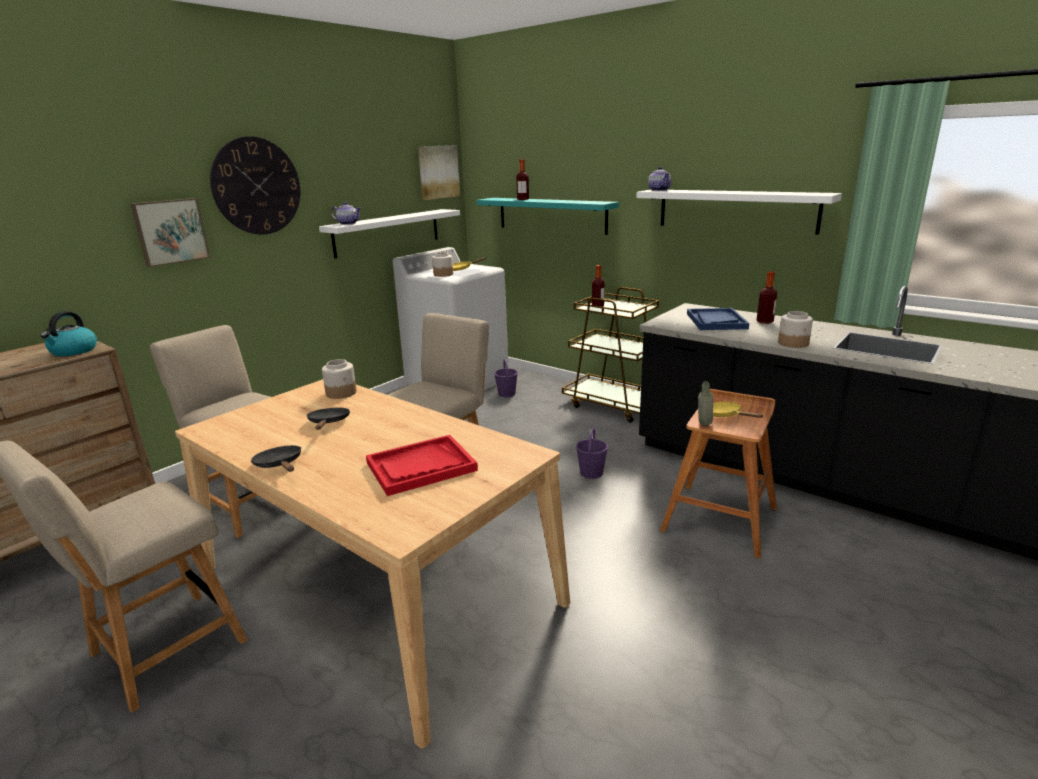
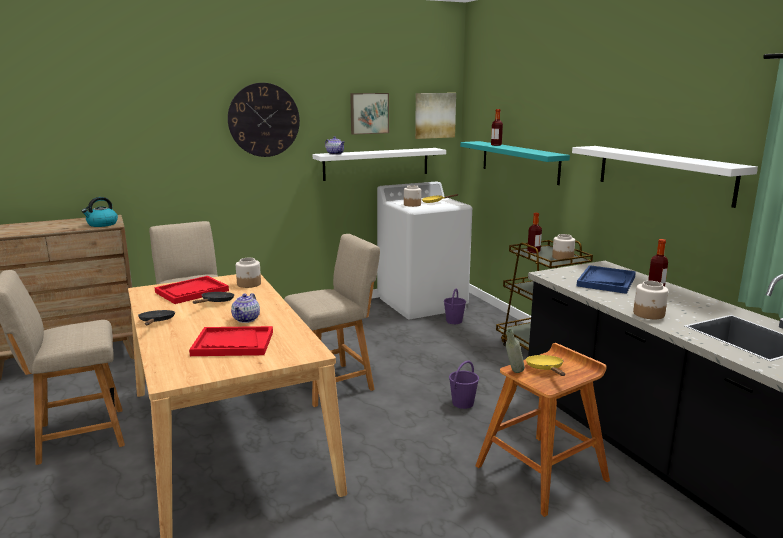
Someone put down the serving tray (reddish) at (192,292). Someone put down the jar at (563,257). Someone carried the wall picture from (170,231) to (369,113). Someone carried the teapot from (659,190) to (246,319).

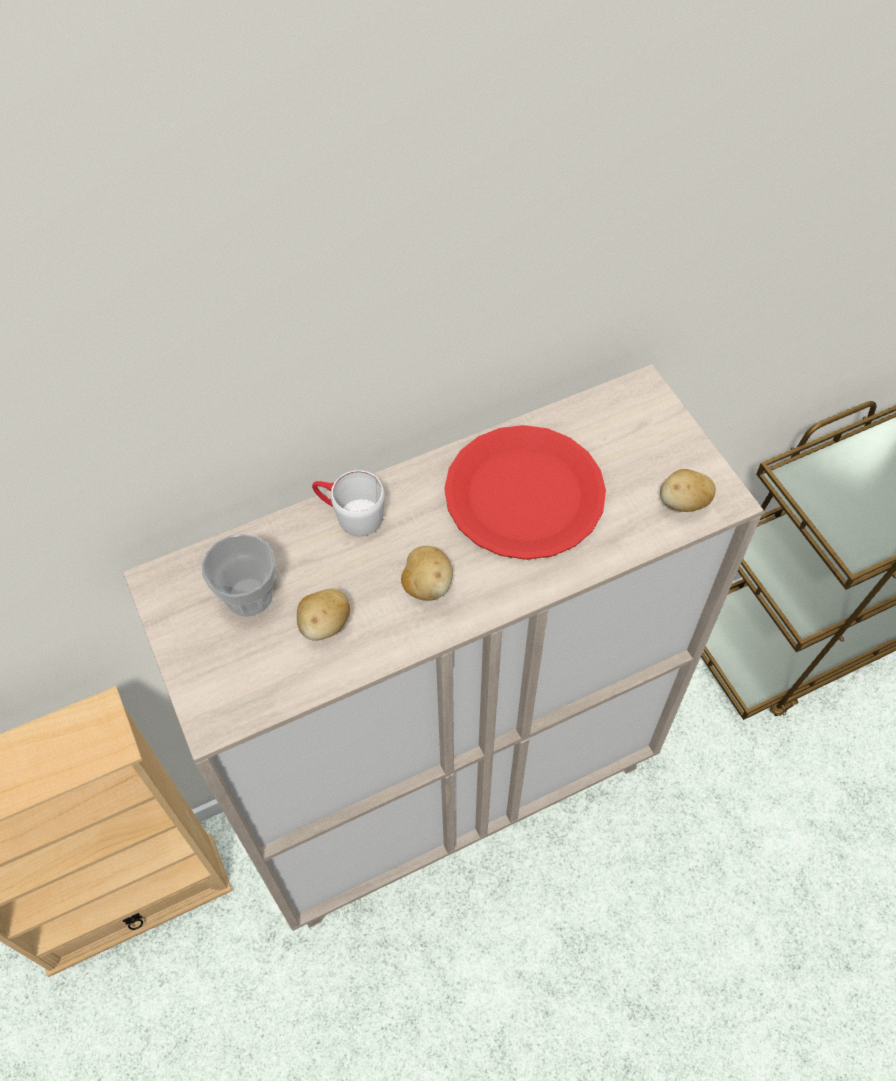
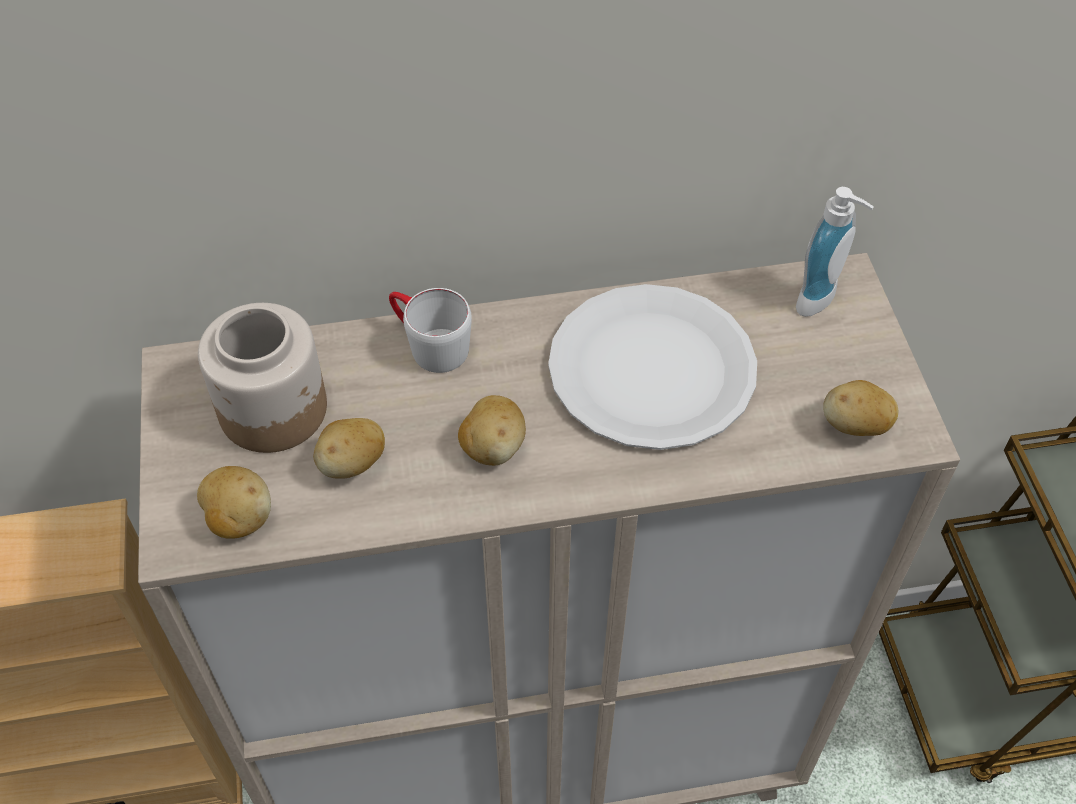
Someone put down the spud at (239,519). Someone put down the soap bottle at (822,301). Someone swapped the drinking cup at (248,596) for the jar at (274,409). Someone repainted the plate (reddish) at (524,494), which became the plate (whitish) at (651,369).

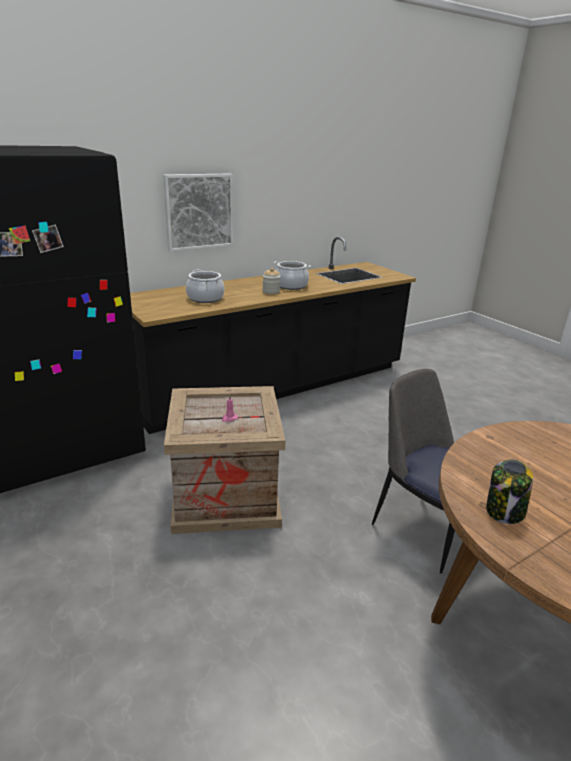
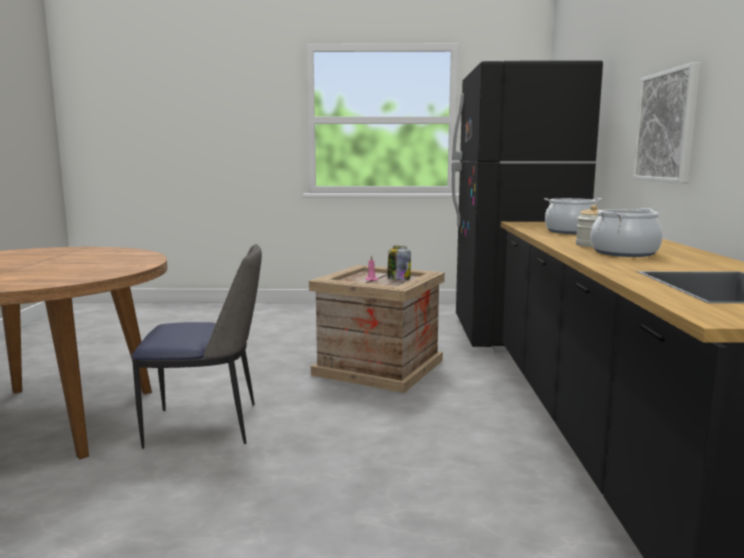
Someone carried the jar from (504,511) to (398,279).

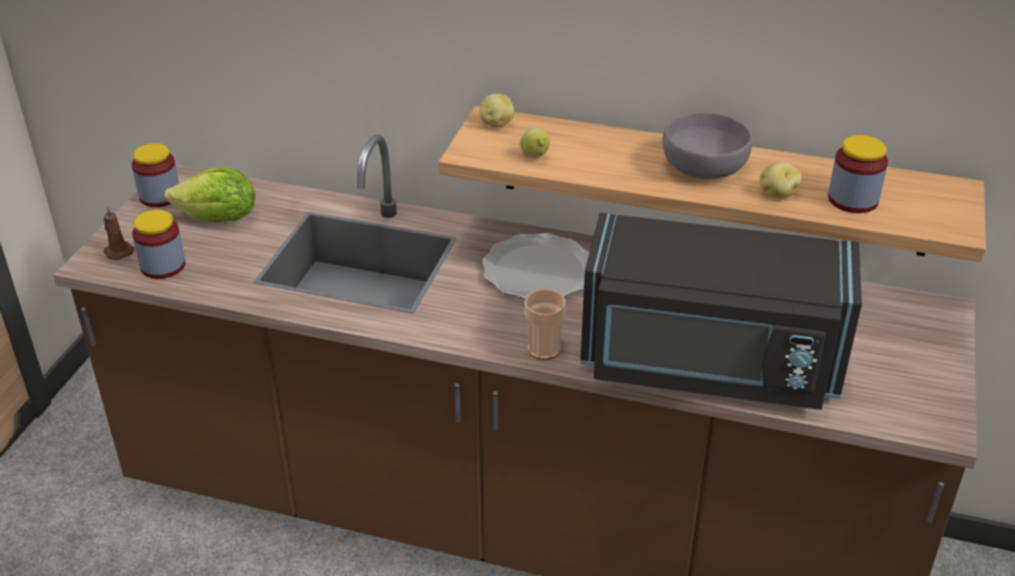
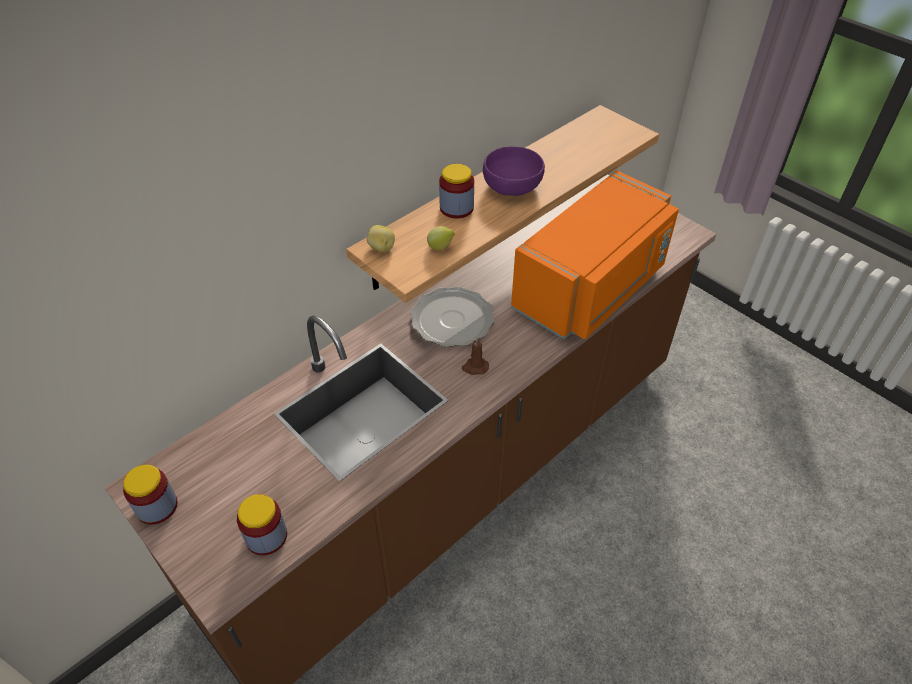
Someone took away the lettuce head at (219,219). Someone took away the drinking cup at (544,350). Someone took away the spud at (777,194). Someone carried the wax candle (brownish) from (118,251) to (475,367). Someone carried the jar from (853,200) to (456,208). Someone repainted the microwave oven (blackish) at (709,365), which became the microwave oven (orange) at (592,288). Someone repainted the serving bowl (gray) at (705,168), which became the serving bowl (purple) at (513,186).

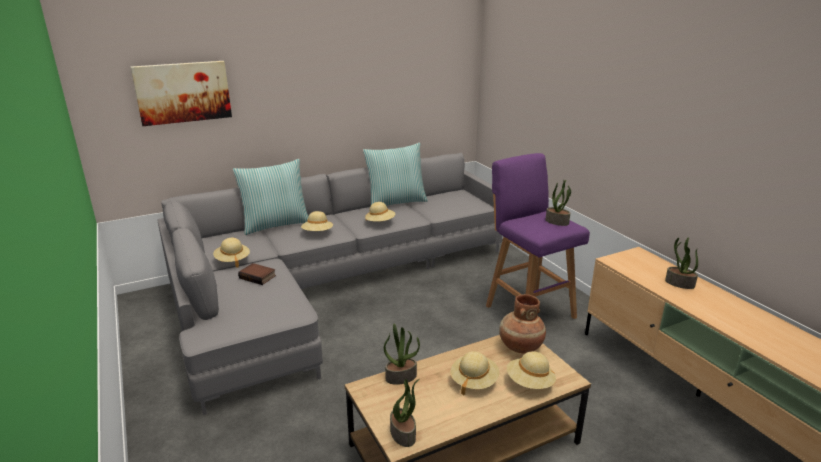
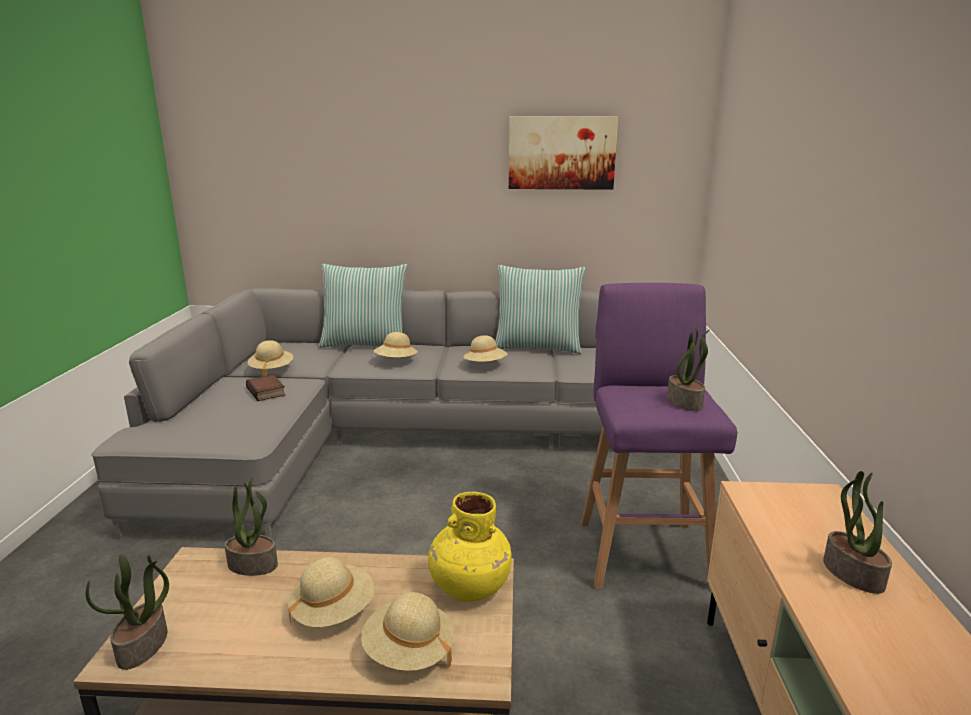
Someone carried the wall picture from (183,92) to (561,153). Someone repainted the flower vase (brownish) at (520,346), which became the flower vase (yellowish) at (469,587).

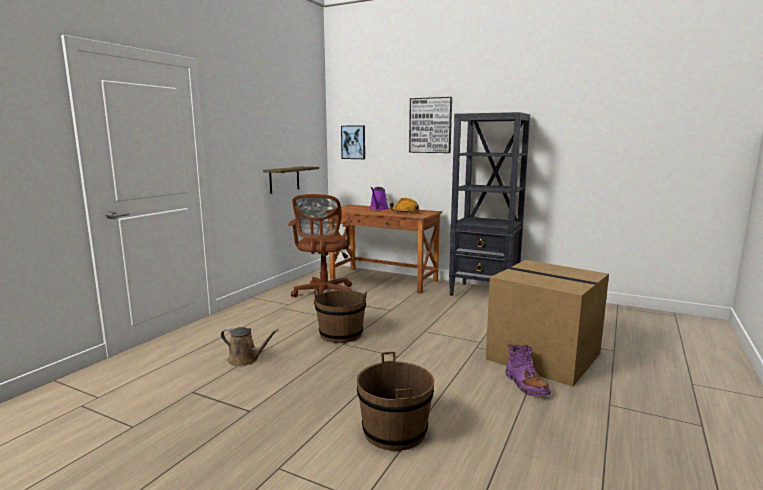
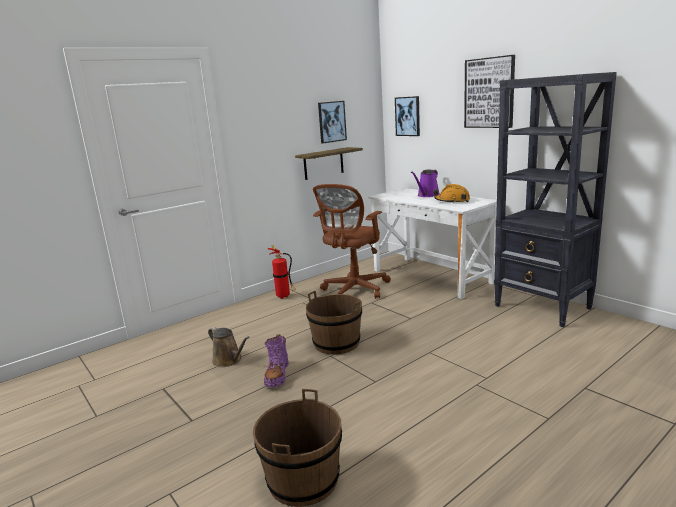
Someone took away the cardboard box at (541,356). Someone put down the fire extinguisher at (284,297). Someone put up the wall picture at (331,121). Someone carried the high-top boot (purple) from (525,385) to (277,375). Someone repainted the desk table (brownish) at (384,280), which became the desk table (whitish) at (431,276).

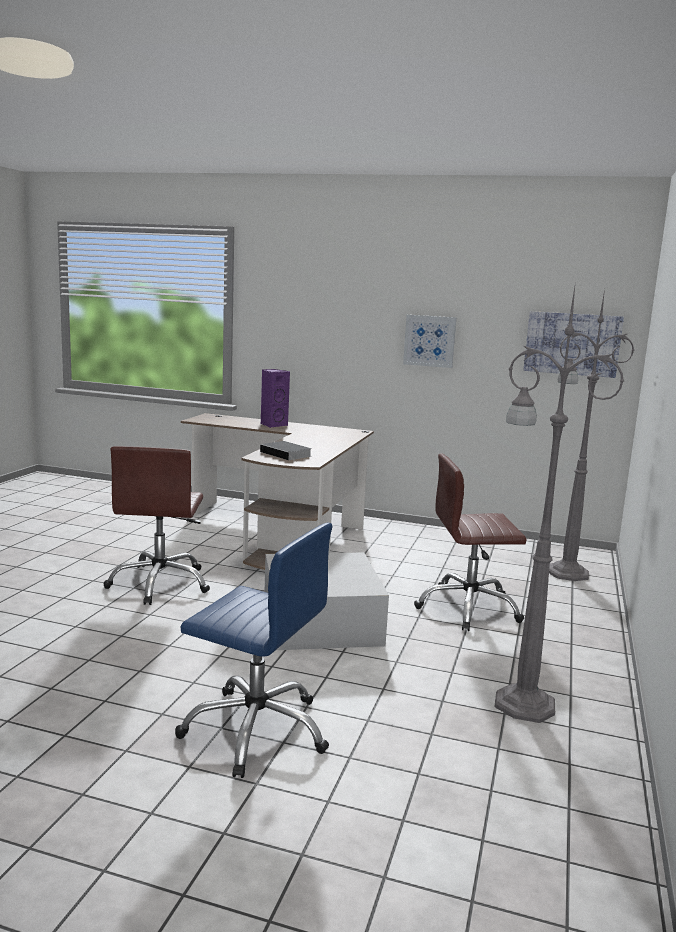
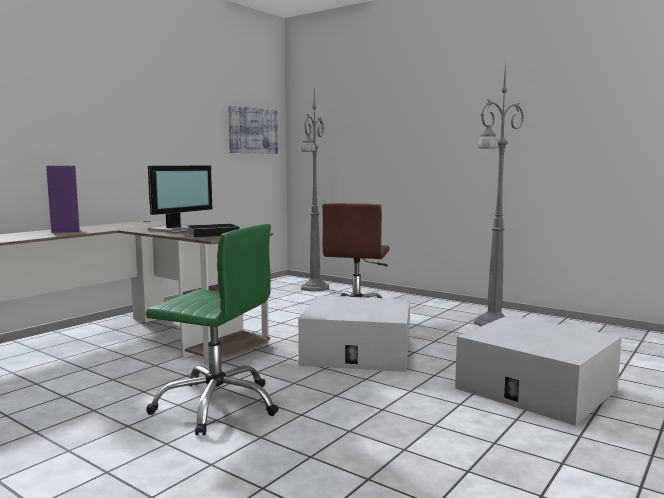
Someone took away the wall picture at (429,341). Someone put down the monitor at (175,229). Someone swapped the office chair (blue) at (256,730) for the storage box (whitish) at (536,388). Someone repainted the office chair (brownish) at (160,583), which became the office chair (green) at (217,405).

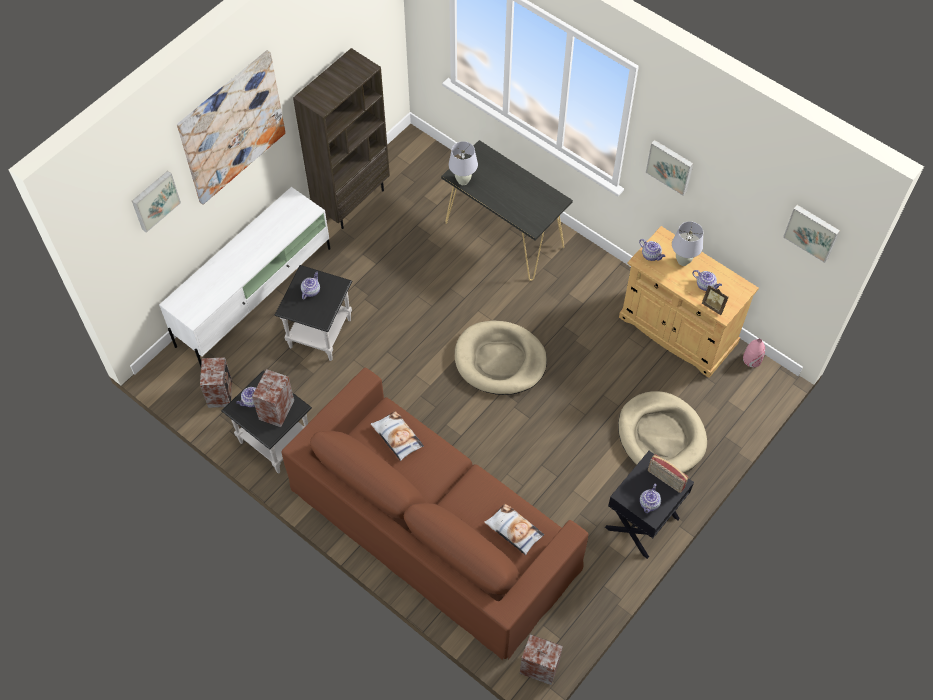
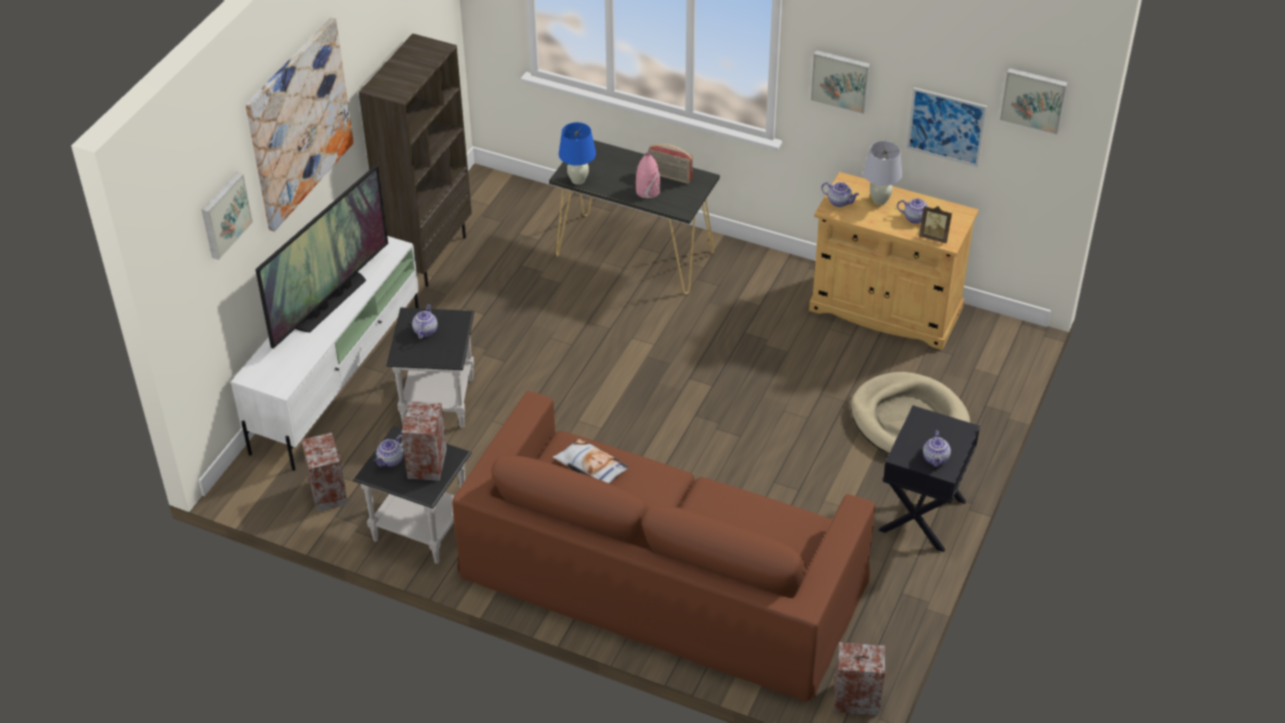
Someone took away the pet bed (beige) at (500,360). Someone took away the throw pillow at (513,531). Someone put down the TV set at (330,302). Someone put up the wall picture at (946,127). Someone carried the radio receiver from (665,479) to (669,176). Someone carried the flower vase (pink) from (752,359) to (647,191). Someone repainted the tabletop lamp (whitish) at (463,181), which became the tabletop lamp (blue) at (578,180).

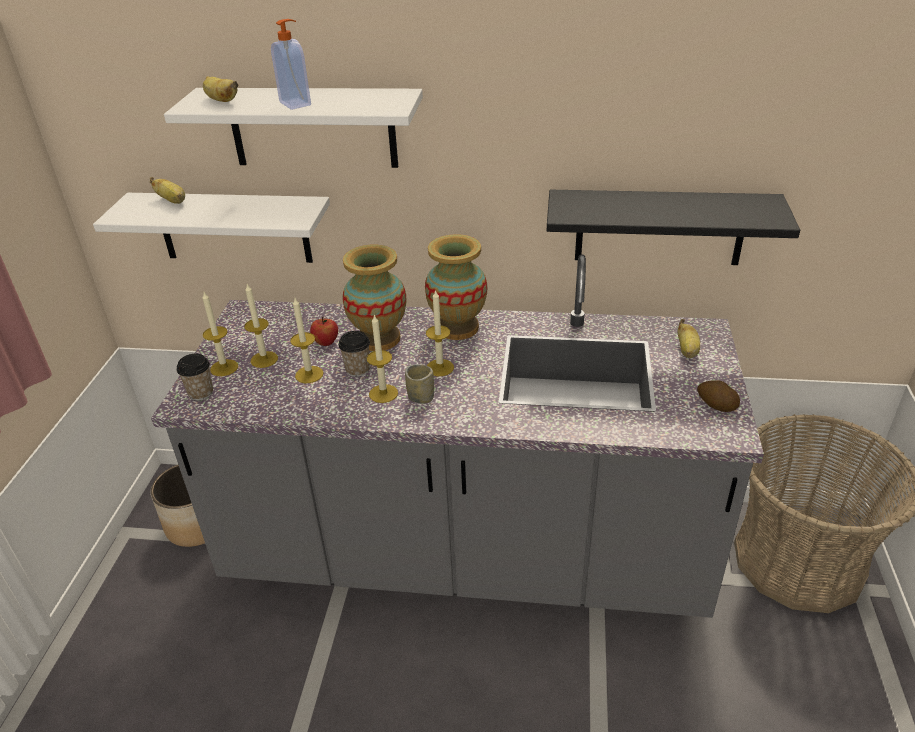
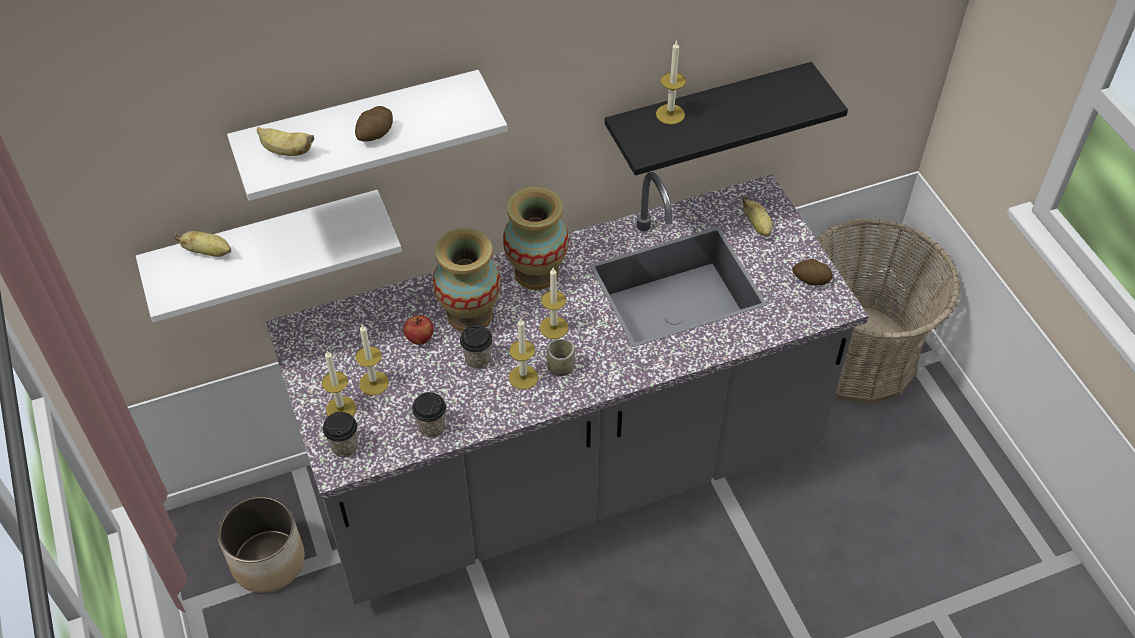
Someone put down the drinking cup at (432,427). Someone carried the wax candle from (309,374) to (670,114). Someone swapped the soap bottle at (296,103) for the spud at (375,135).

